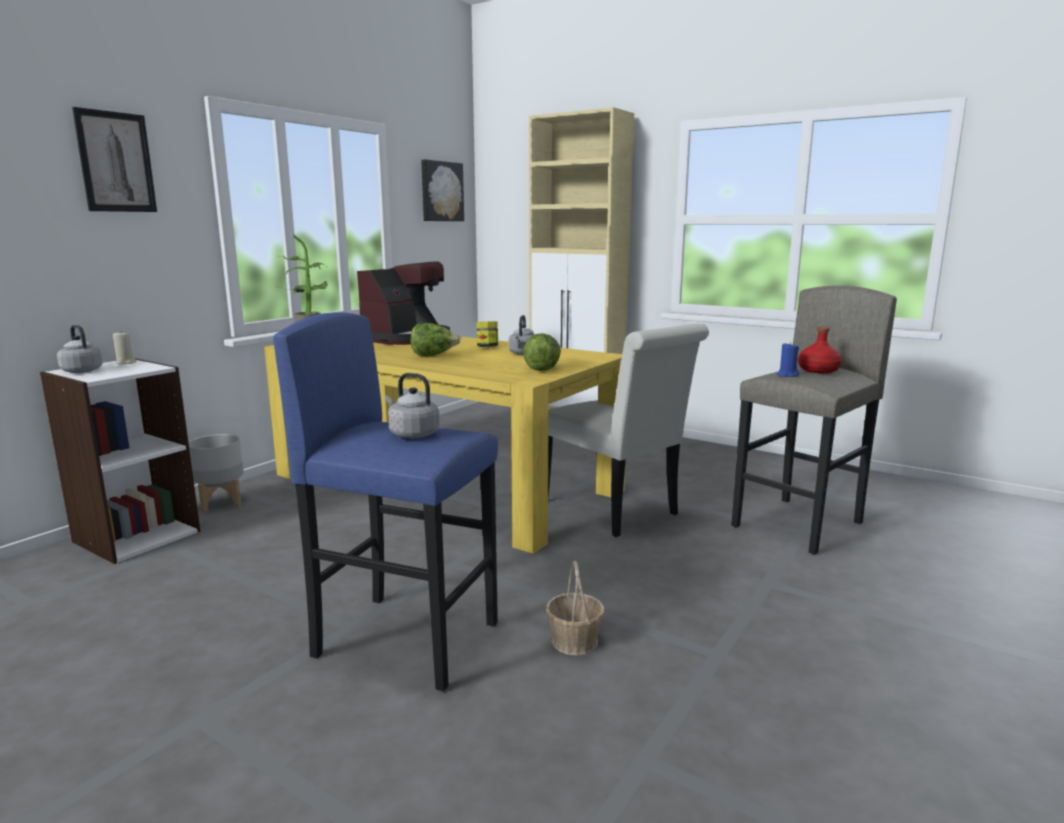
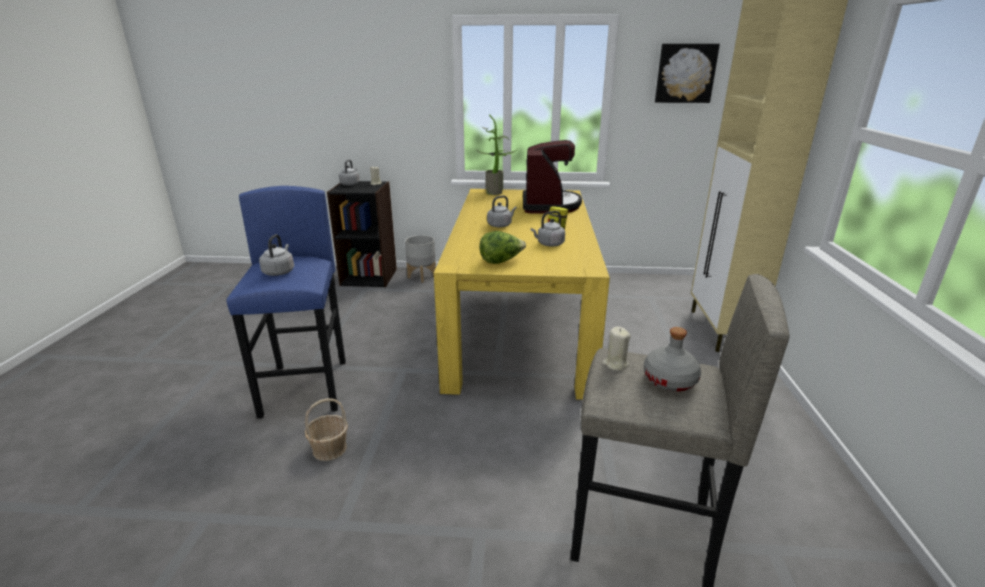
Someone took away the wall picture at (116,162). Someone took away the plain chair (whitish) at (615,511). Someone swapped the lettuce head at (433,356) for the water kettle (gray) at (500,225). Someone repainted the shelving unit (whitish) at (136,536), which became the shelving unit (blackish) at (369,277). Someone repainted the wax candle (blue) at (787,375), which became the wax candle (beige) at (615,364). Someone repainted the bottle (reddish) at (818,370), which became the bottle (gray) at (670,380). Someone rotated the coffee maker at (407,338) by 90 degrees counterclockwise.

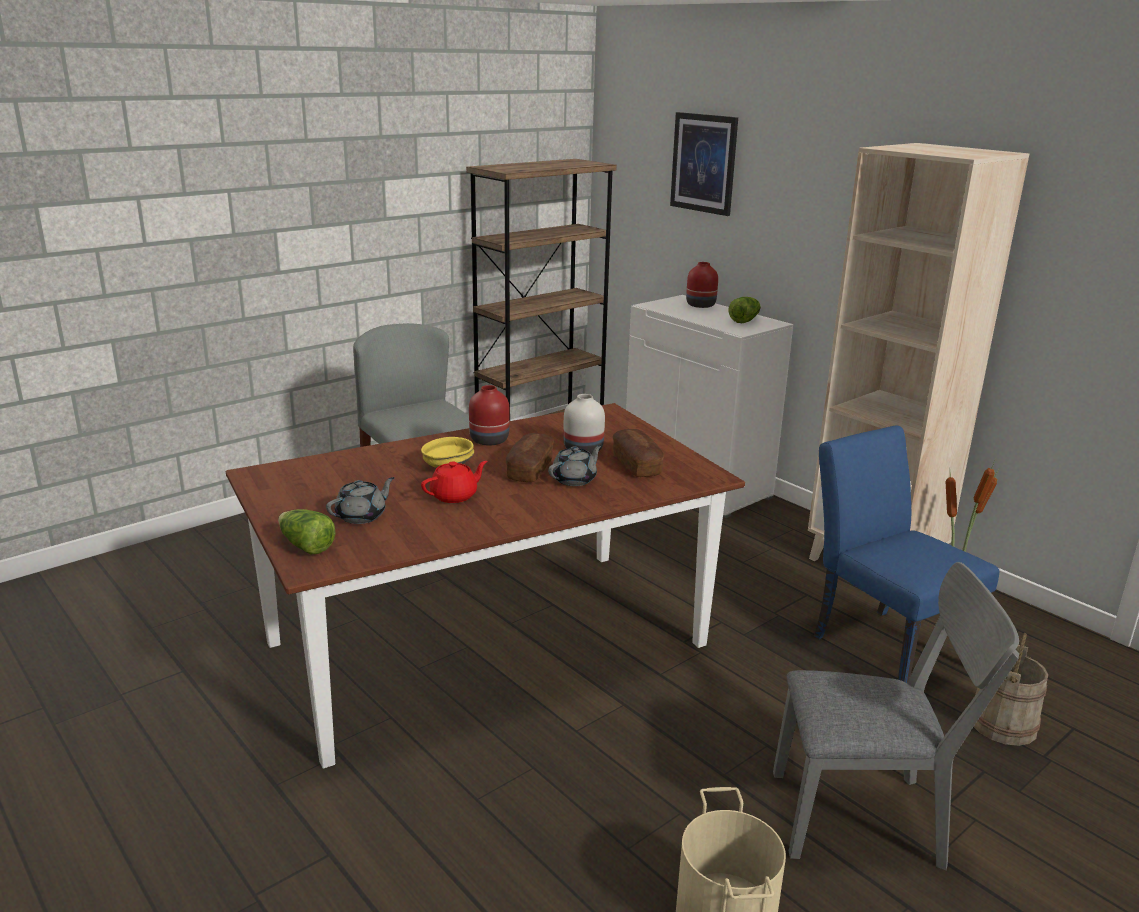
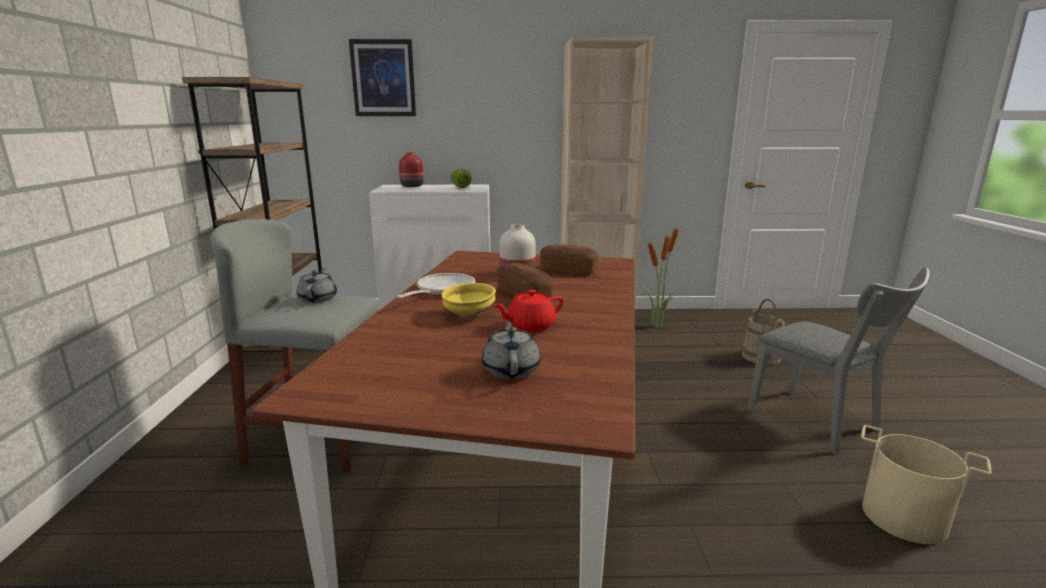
Someone took away the lettuce head at (306,546). Someone took away the plain chair (blue) at (882,645). Someone carried the teapot (gray) from (575,479) to (318,298). Someone swapped the flower vase (reddish) at (488,440) for the skillet at (442,291). Someone rotated the teapot (reddish) at (455,496) by 120 degrees counterclockwise. Someone rotated the plain chair (gray) at (870,818) by 105 degrees clockwise.

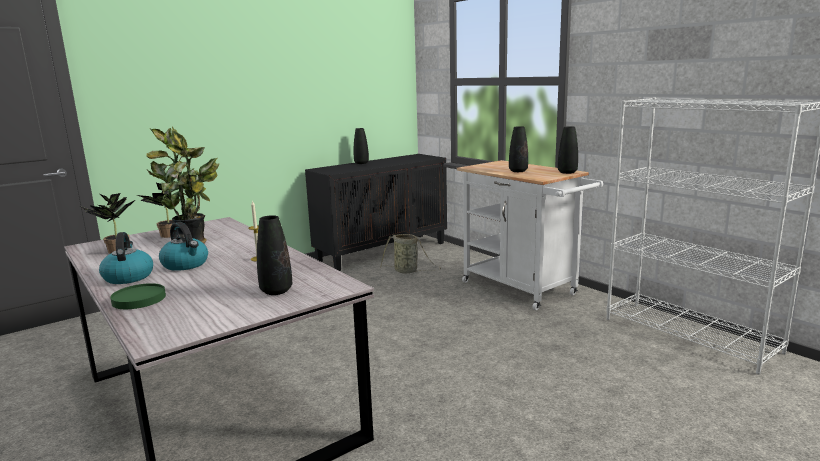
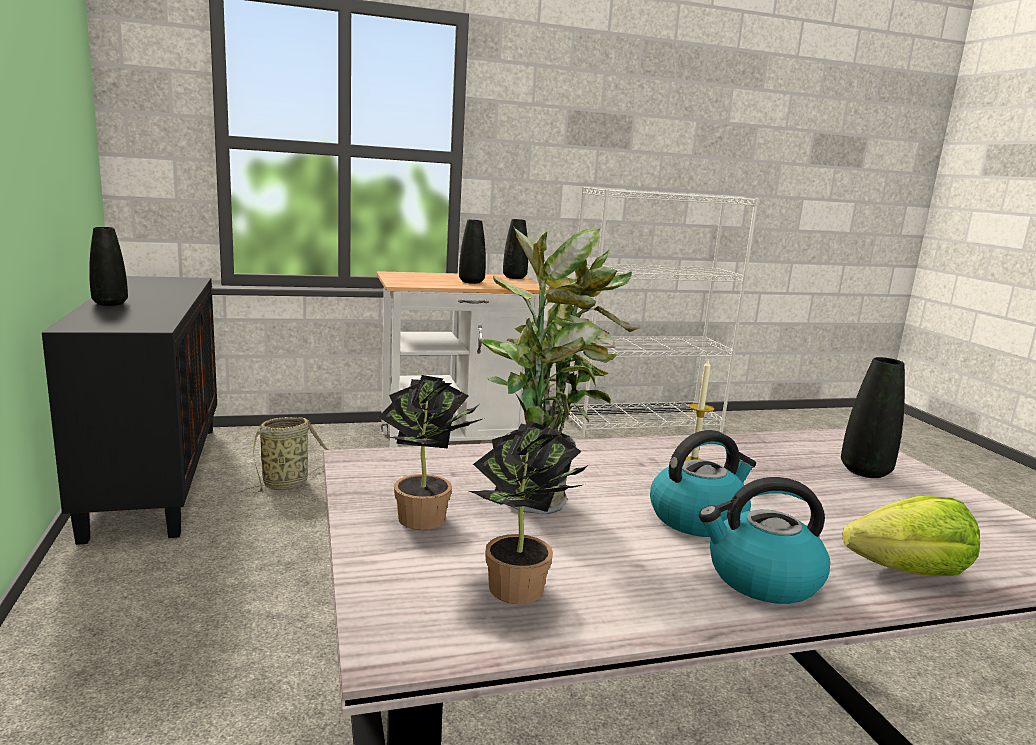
Someone swapped the plate (green) at (138,299) for the lettuce head at (908,571).

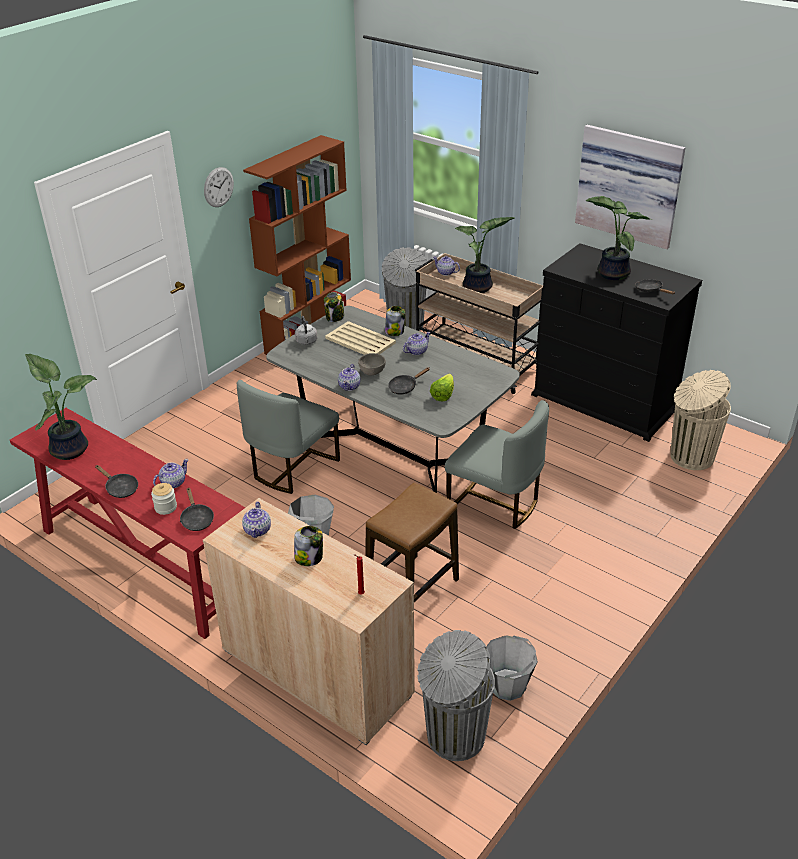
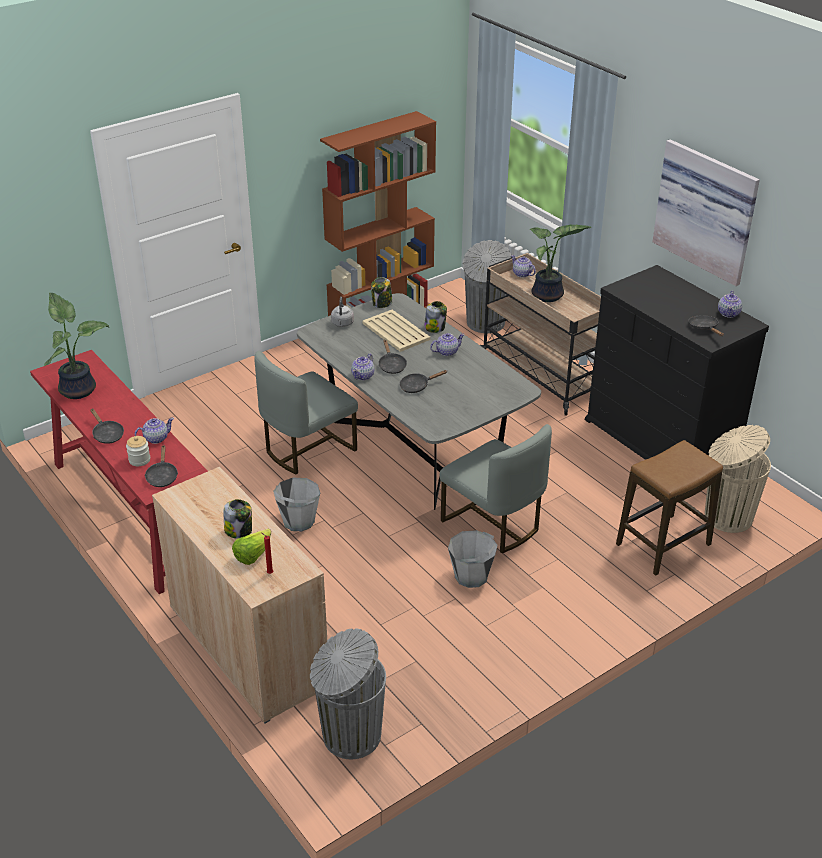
Someone took away the hanging clock at (218,187). Someone took away the potted plant at (611,273). Someone carried the teapot from (258,530) to (728,313). Someone carried the stool seat from (412,590) to (663,545). Someone carried the lettuce head from (443,395) to (252,555). Someone carried the pail (gray) from (508,685) to (471,576). Someone swapped the serving bowl (gray) at (371,372) for the skillet (blackish) at (391,365).

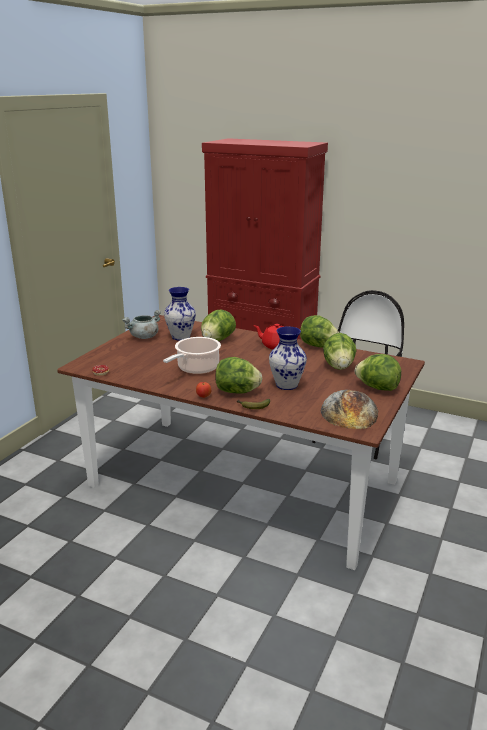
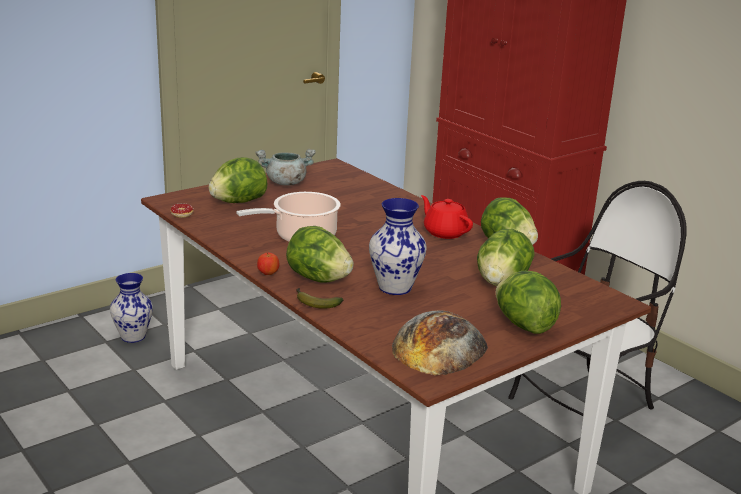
Someone carried the flower vase from (180,337) to (132,336). Someone carried the lettuce head from (217,340) to (238,202).

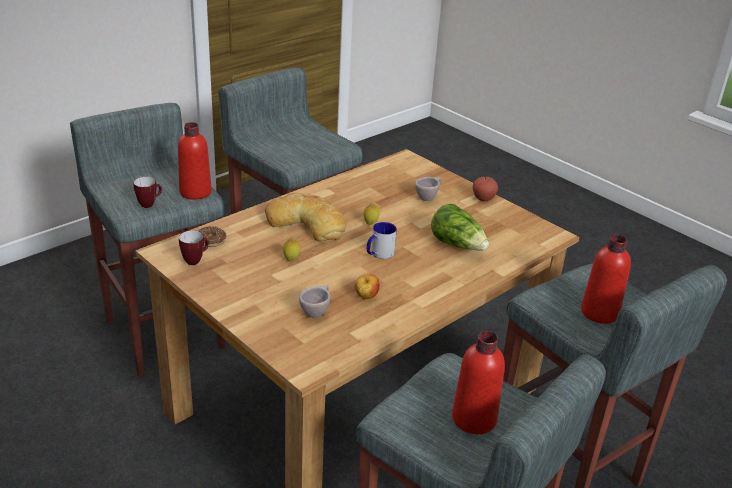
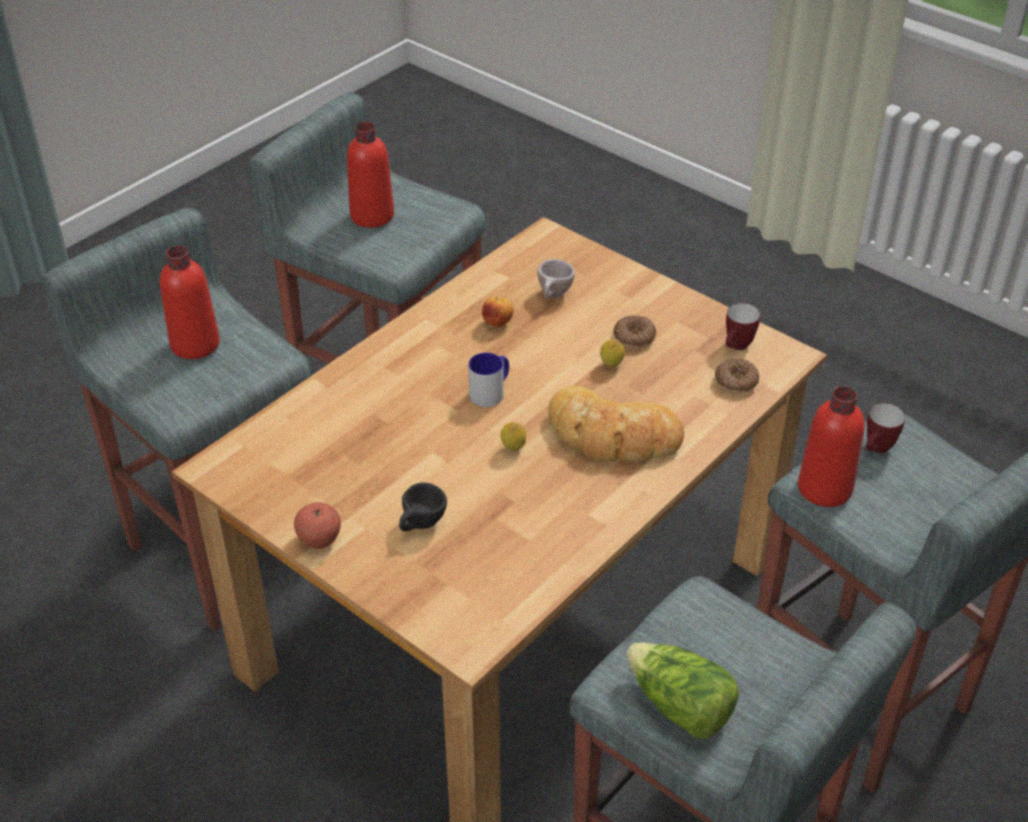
Someone put down the donut at (634,337). Someone carried the lettuce head from (458,245) to (679,707). Someone repainted the drinking cup (beige) at (428,197), which became the drinking cup (blackish) at (421,526).

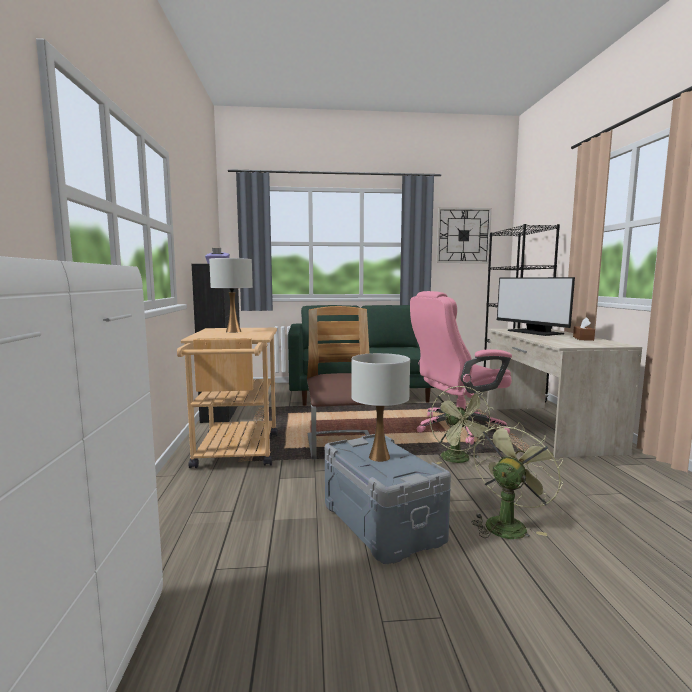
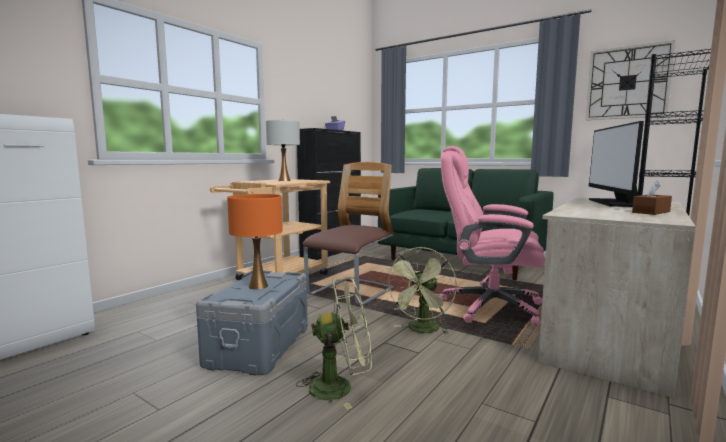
Someone repainted the tabletop lamp (whitish) at (379,457), which became the tabletop lamp (orange) at (258,286).

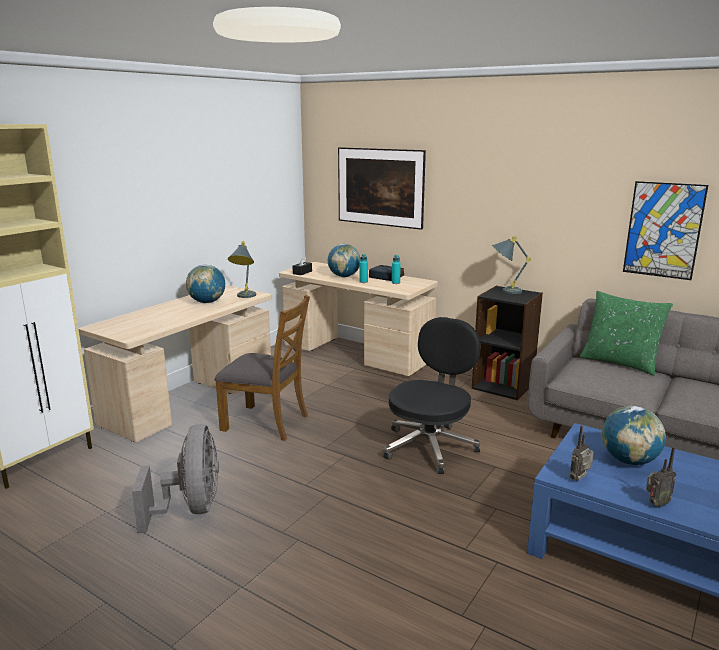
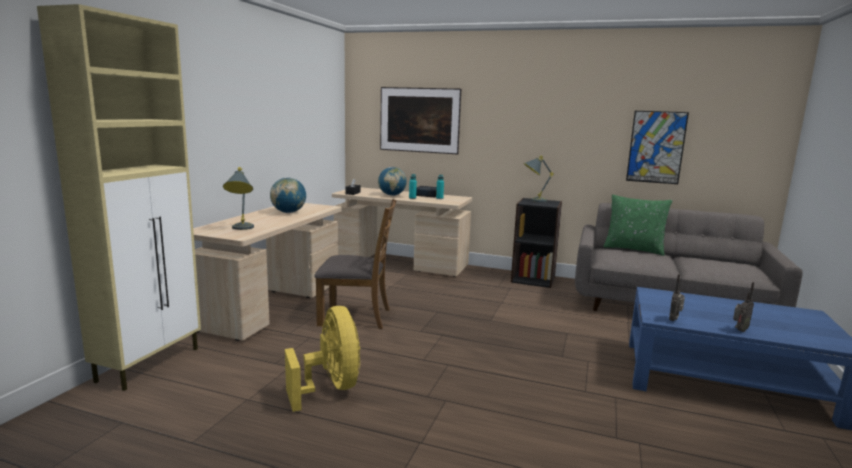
Someone took away the office chair (blackish) at (430,446). Someone took away the desk globe at (629,461). Someone carried the tabletop lamp (gray) from (244,297) to (241,229). Someone repainted the electric fan (gray) at (191,509), which became the electric fan (yellowish) at (330,388).

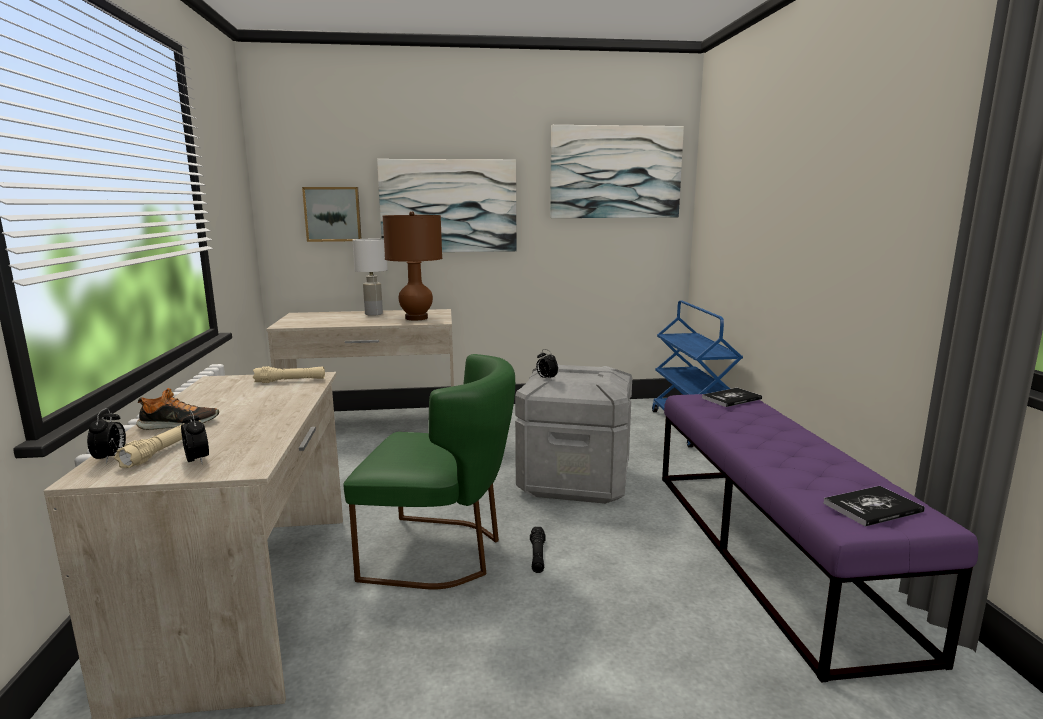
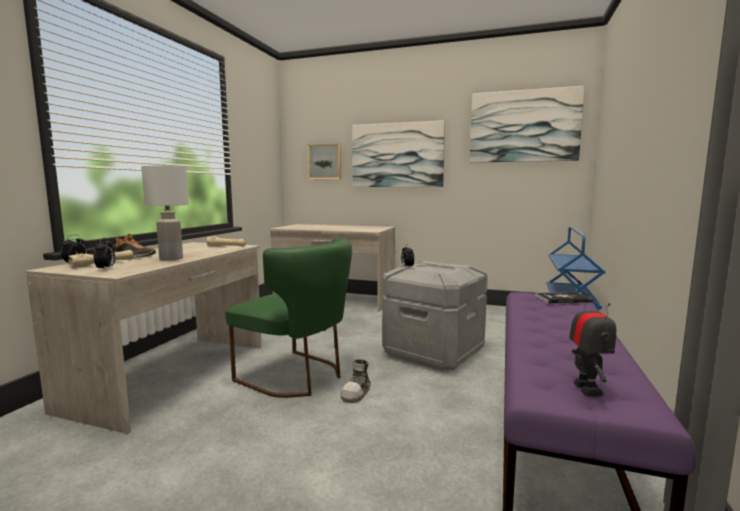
Someone took away the tabletop lamp (brownish) at (416,318). Someone carried the tabletop lamp (whitish) from (374,314) to (171,259). Someone swapped the hand torch (blackish) at (537,556) for the low shoe at (357,392). Someone swapped the book at (872,507) for the robot figure at (587,389).

